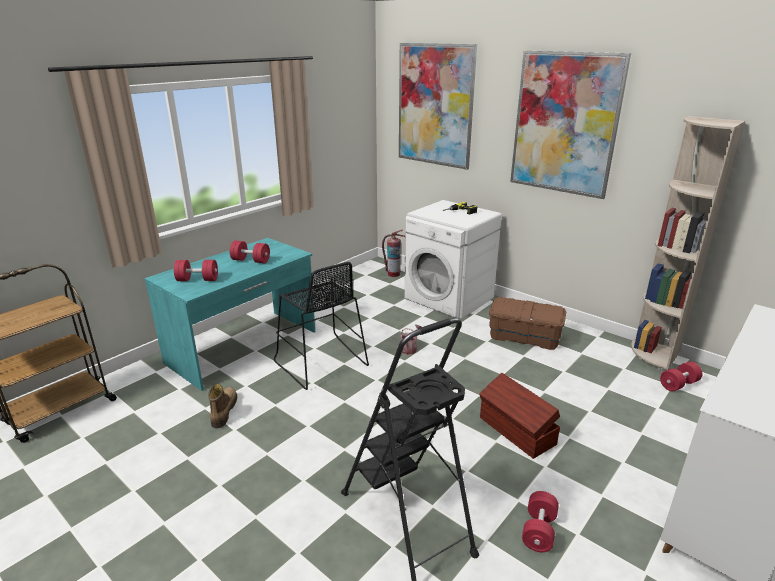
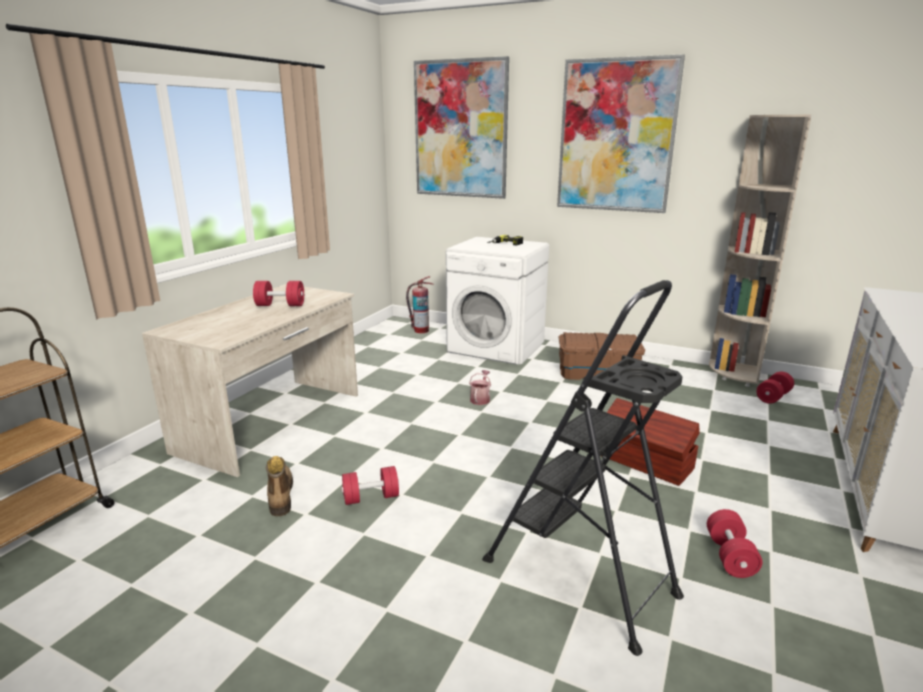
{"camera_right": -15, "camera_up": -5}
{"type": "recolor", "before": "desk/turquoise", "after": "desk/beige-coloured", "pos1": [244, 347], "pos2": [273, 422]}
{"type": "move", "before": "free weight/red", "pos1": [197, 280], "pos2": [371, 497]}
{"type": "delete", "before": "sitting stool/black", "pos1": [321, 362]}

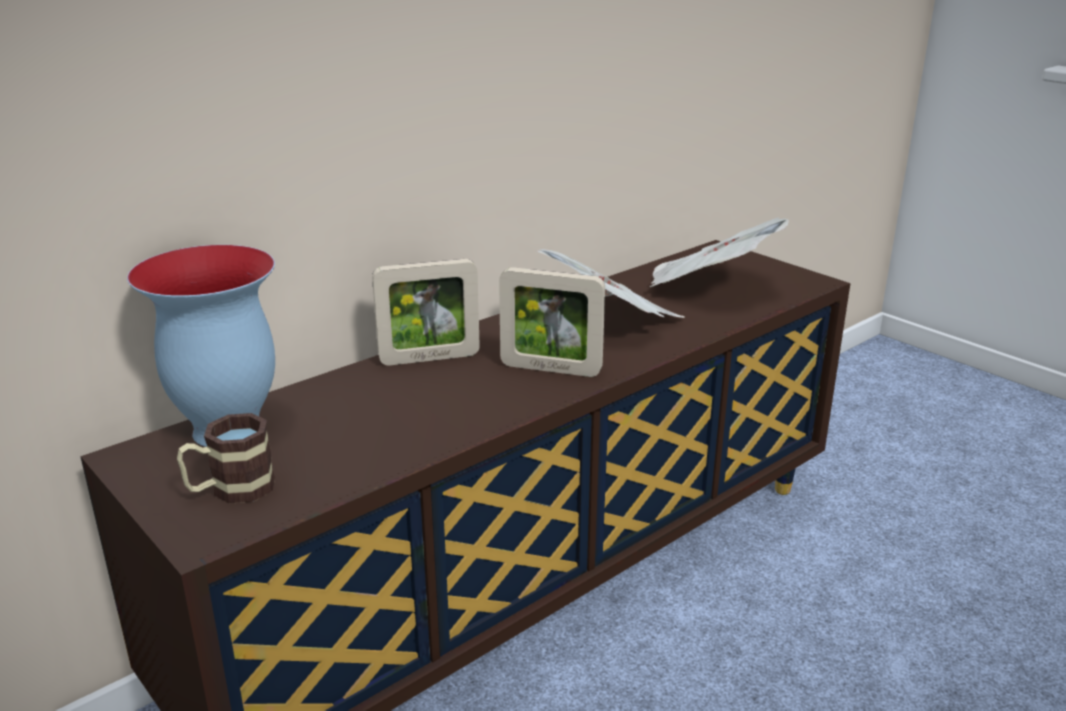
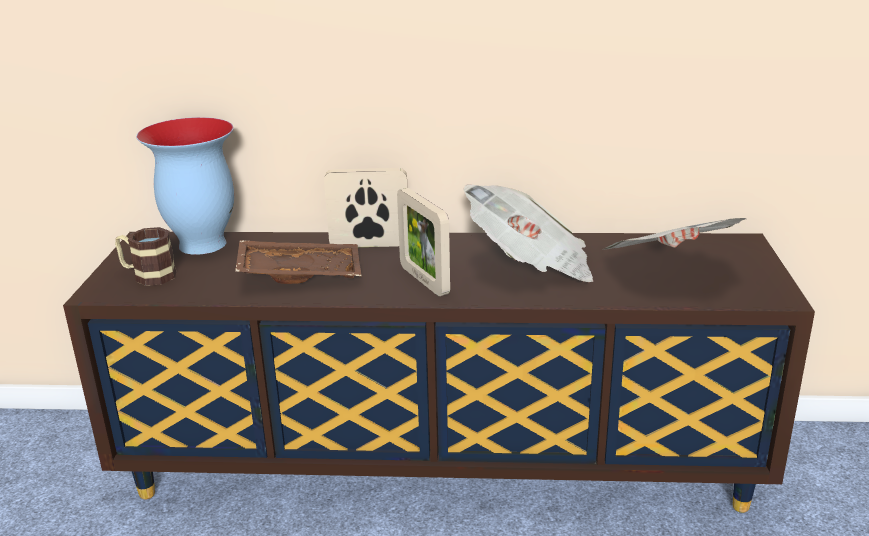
{"camera_right": 45, "camera_up": 0}
{"type": "rotate", "before": "standing frame", "pos1": [429, 358], "pos2": [369, 245], "turn": 150}
{"type": "insert", "after": "tray/brown", "pos2": [300, 273]}

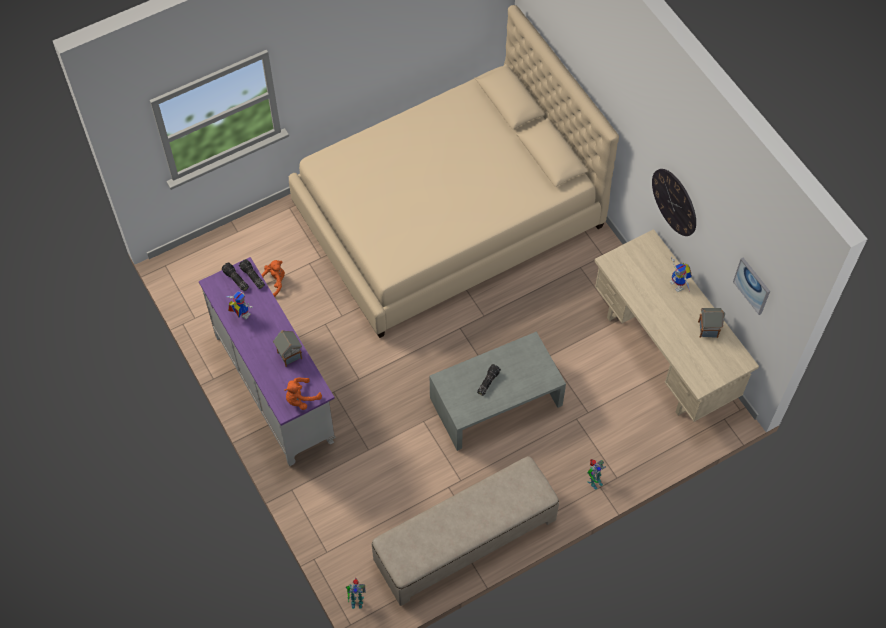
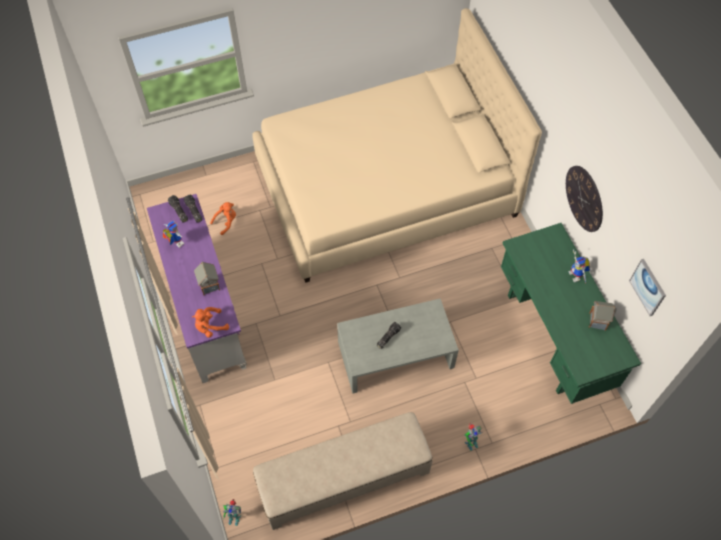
{"camera_right": 10, "camera_up": 0}
{"type": "recolor", "before": "desk/beige-coloured", "after": "desk/green", "pos1": [664, 354], "pos2": [553, 336]}

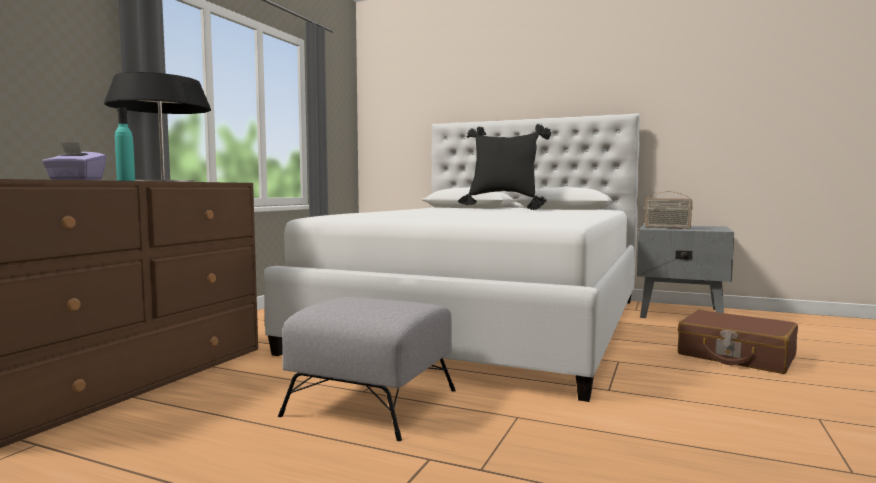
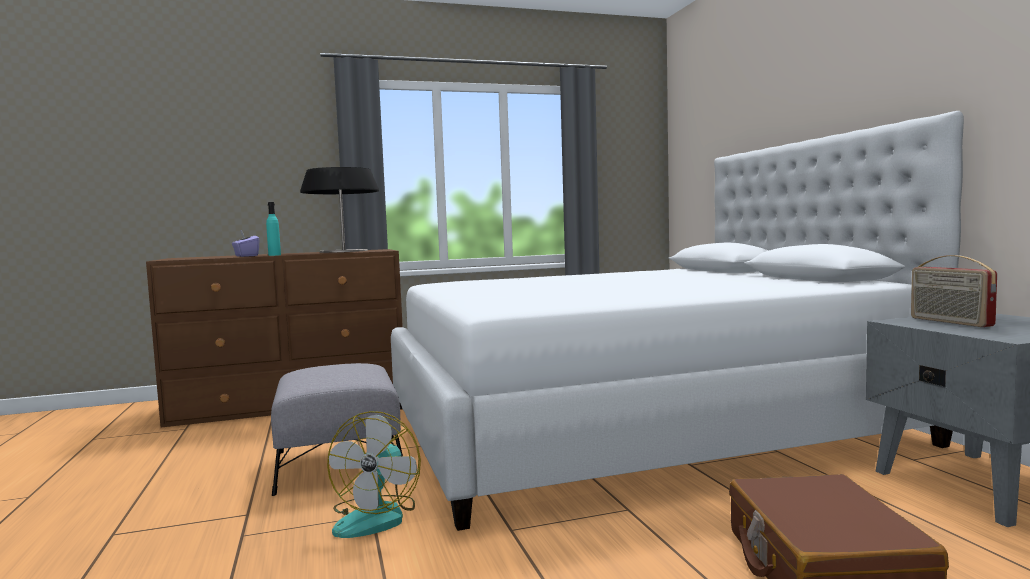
{"camera_right": 50, "camera_up": 0}
{"type": "delete", "before": "throw pillow/black", "pos1": [504, 209]}
{"type": "insert", "after": "fan", "pos2": [377, 516]}

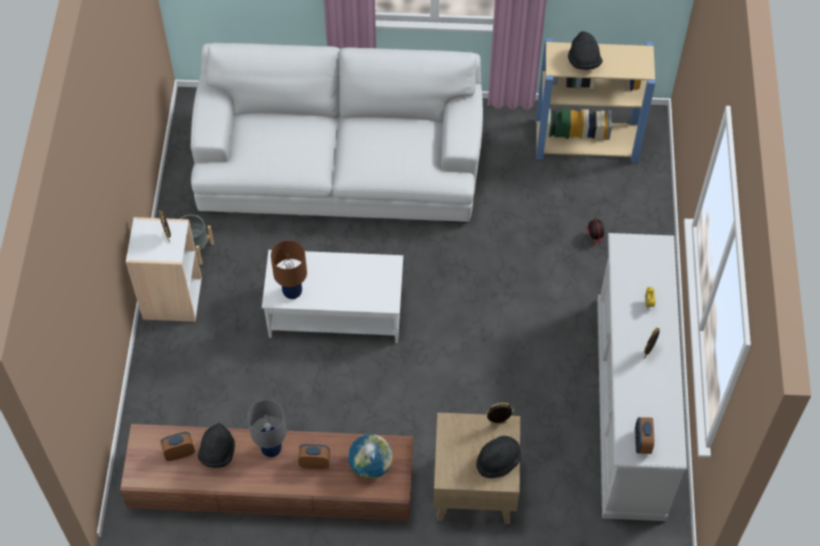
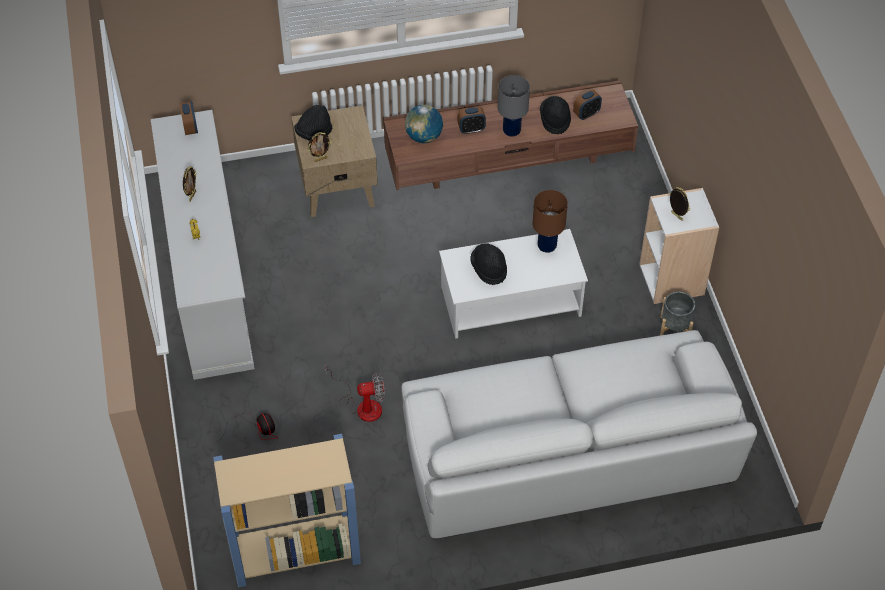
{"camera_right": 165, "camera_up": -5}
{"type": "move", "before": "hat/black", "pos1": [584, 61], "pos2": [489, 269]}
{"type": "insert", "after": "fan", "pos2": [362, 405]}

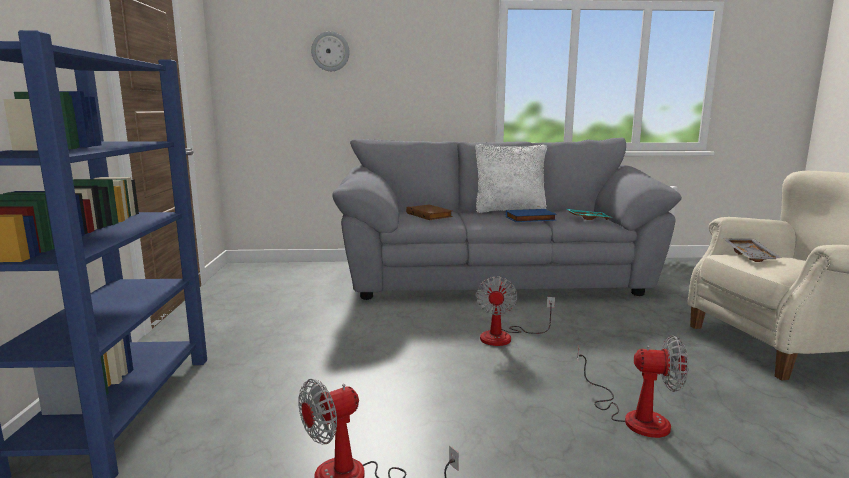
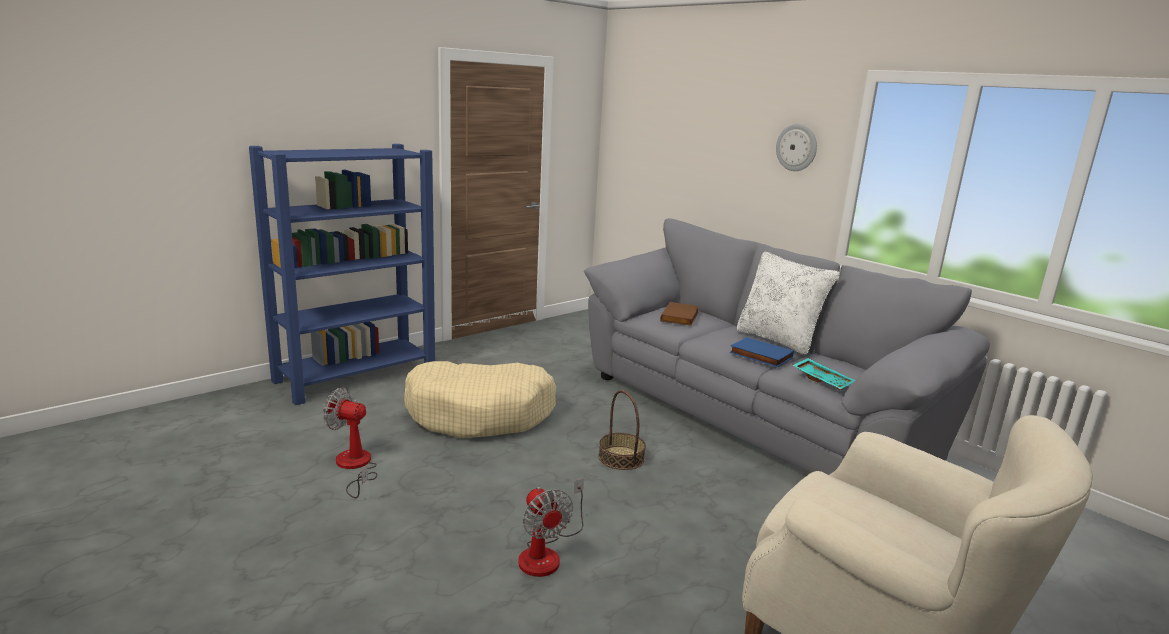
{"camera_right": 50, "camera_up": 5}
{"type": "move", "before": "hanging clock", "pos1": [330, 51], "pos2": [796, 147]}
{"type": "delete", "before": "tray/gray", "pos1": [751, 255]}
{"type": "replace", "before": "fan", "after": "household basket", "pos1": [505, 337], "pos2": [621, 458]}
{"type": "insert", "after": "pet bed/beige-coloured", "pos2": [480, 414]}

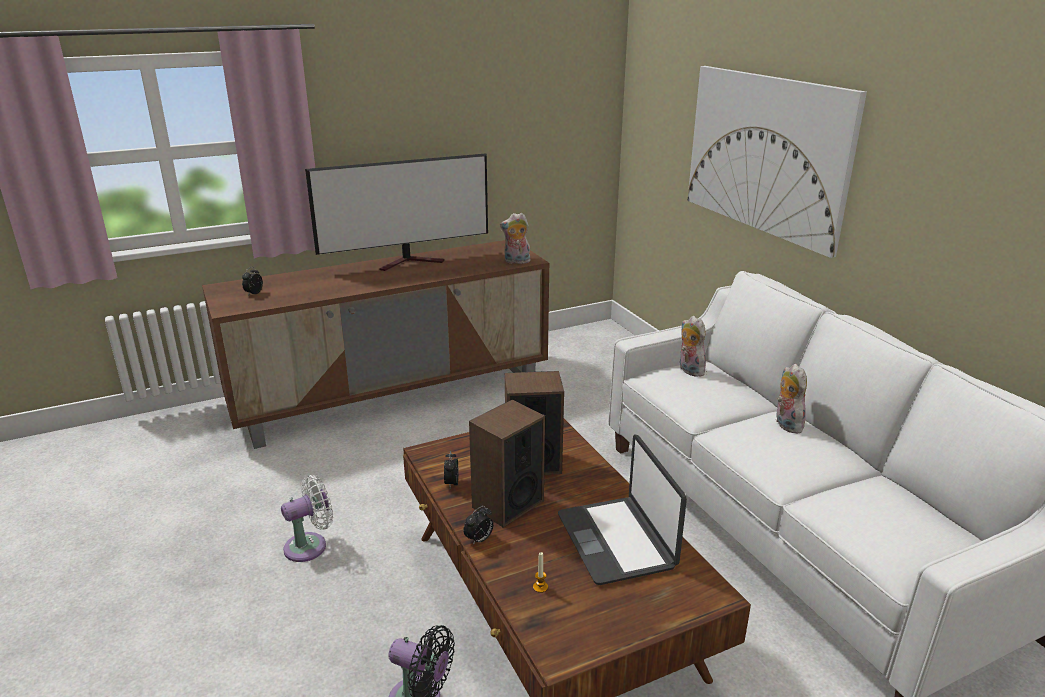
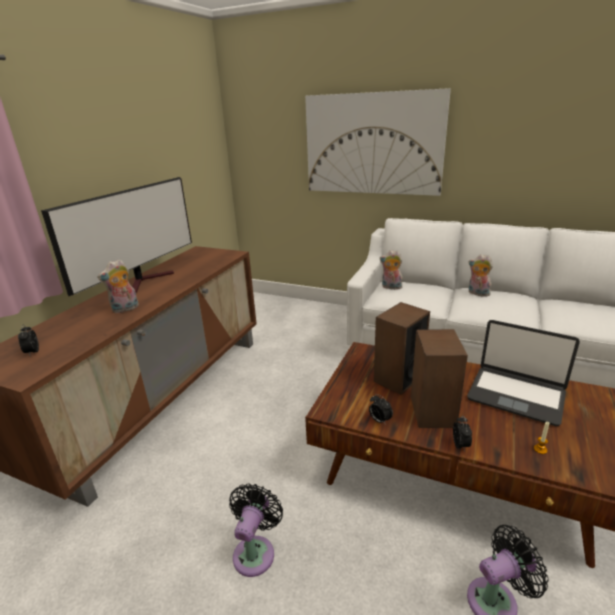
{"camera_right": -40, "camera_up": 0}
{"type": "move", "before": "cuddly toy", "pos1": [516, 262], "pos2": [125, 309]}
{"type": "recolor", "before": "fan/white", "after": "fan/black", "pos1": [310, 546], "pos2": [255, 551]}

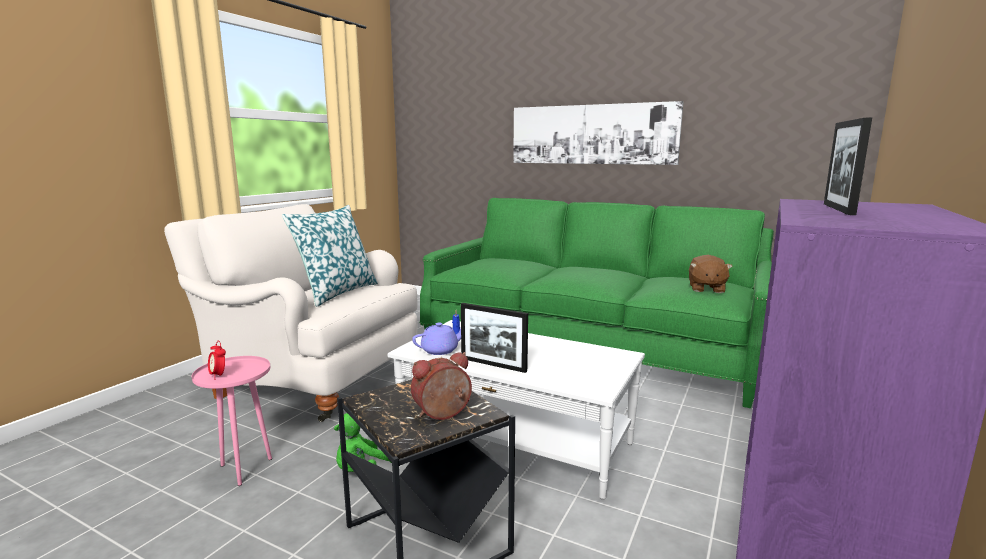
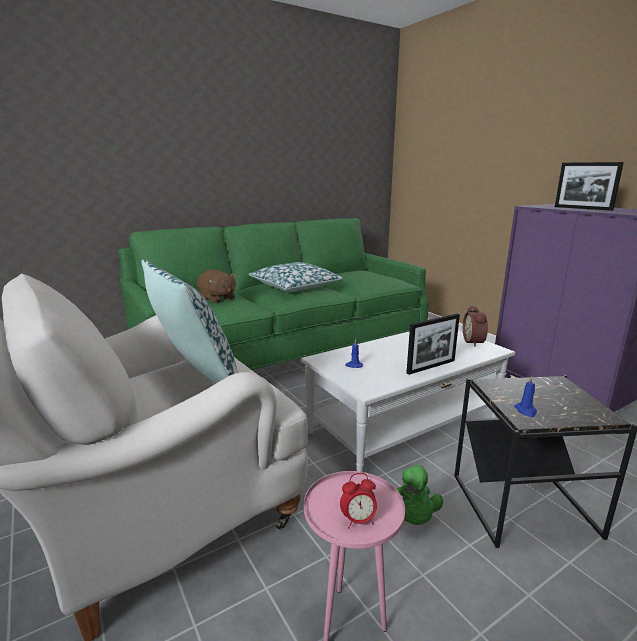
{"camera_right": -60, "camera_up": 5}
{"type": "delete", "before": "picture", "pos1": [592, 134]}
{"type": "move", "before": "cuddly toy/brown", "pos1": [706, 289], "pos2": [217, 299]}
{"type": "delete", "before": "pot for tea/purple-coloured", "pos1": [440, 350]}
{"type": "move", "before": "bedside clock", "pos1": [443, 415], "pos2": [475, 342]}
{"type": "insert", "after": "throw pillow", "pos2": [295, 287]}
{"type": "insert", "after": "wax light/blue", "pos2": [526, 411]}

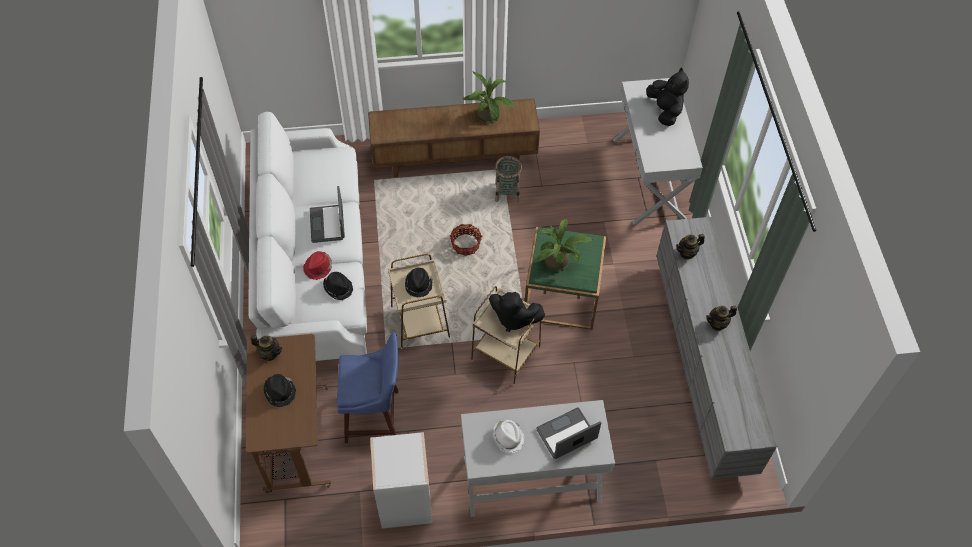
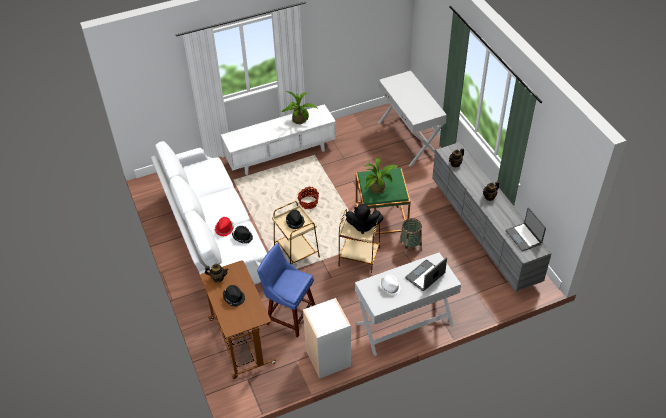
{"camera_right": -15, "camera_up": -10}
{"type": "delete", "before": "cuddly toy/black", "pos1": [665, 110]}
{"type": "recolor", "before": "media console/brown", "after": "media console/white", "pos1": [455, 154], "pos2": [281, 153]}
{"type": "move", "before": "household basket", "pos1": [507, 192], "pos2": [410, 245]}
{"type": "move", "before": "notebook computer", "pos1": [328, 224], "pos2": [524, 237]}
{"type": "rotate", "before": "chair/blue", "pos1": [376, 416], "pos2": [289, 315], "turn": -135}

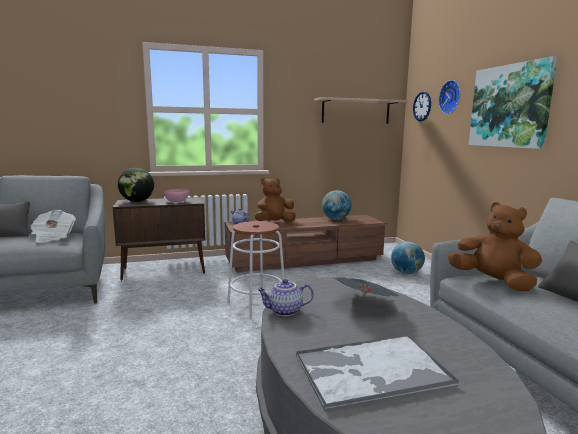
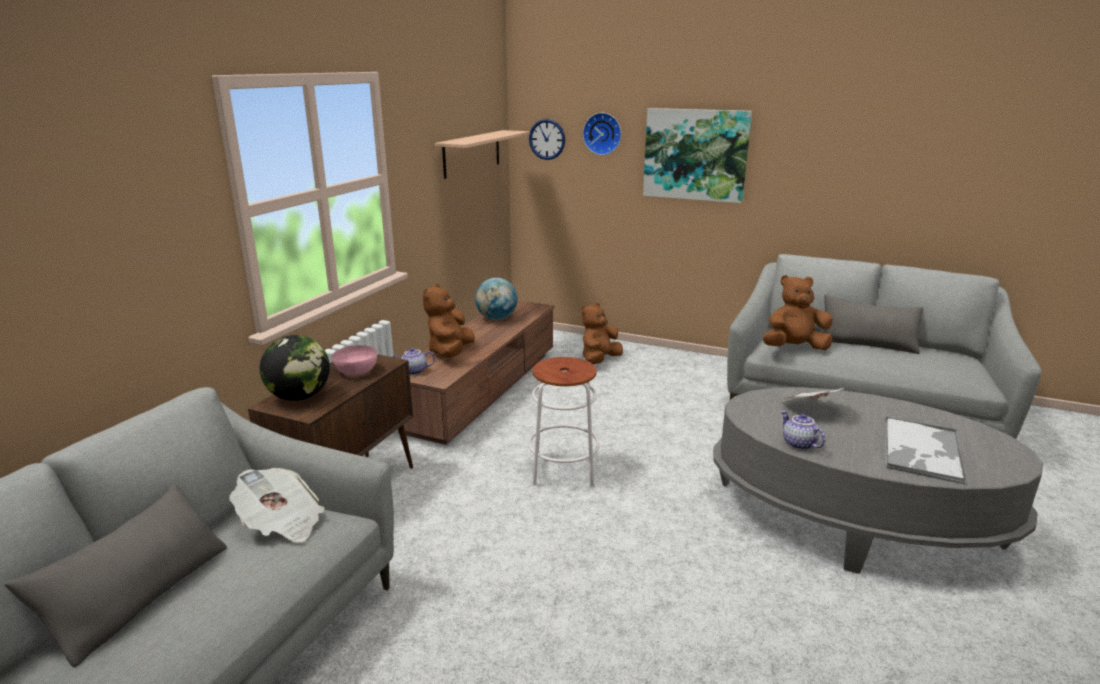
{"camera_right": -50, "camera_up": 10}
{"type": "replace", "before": "desk globe", "after": "cuddly toy/brown", "pos1": [406, 273], "pos2": [599, 360]}
{"type": "rotate", "before": "pot for tea", "pos1": [285, 311], "pos2": [798, 444], "turn": 120}

